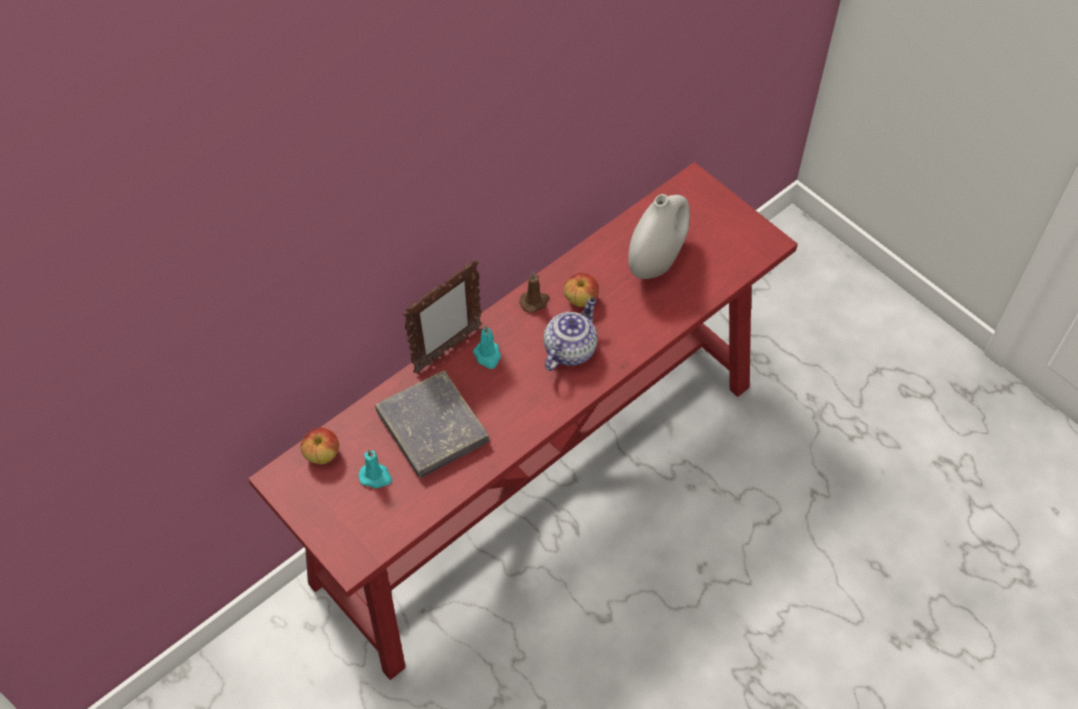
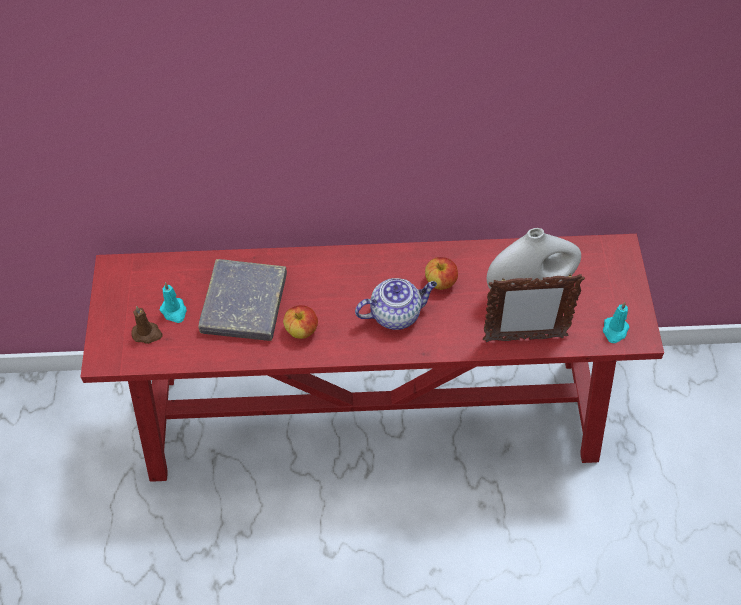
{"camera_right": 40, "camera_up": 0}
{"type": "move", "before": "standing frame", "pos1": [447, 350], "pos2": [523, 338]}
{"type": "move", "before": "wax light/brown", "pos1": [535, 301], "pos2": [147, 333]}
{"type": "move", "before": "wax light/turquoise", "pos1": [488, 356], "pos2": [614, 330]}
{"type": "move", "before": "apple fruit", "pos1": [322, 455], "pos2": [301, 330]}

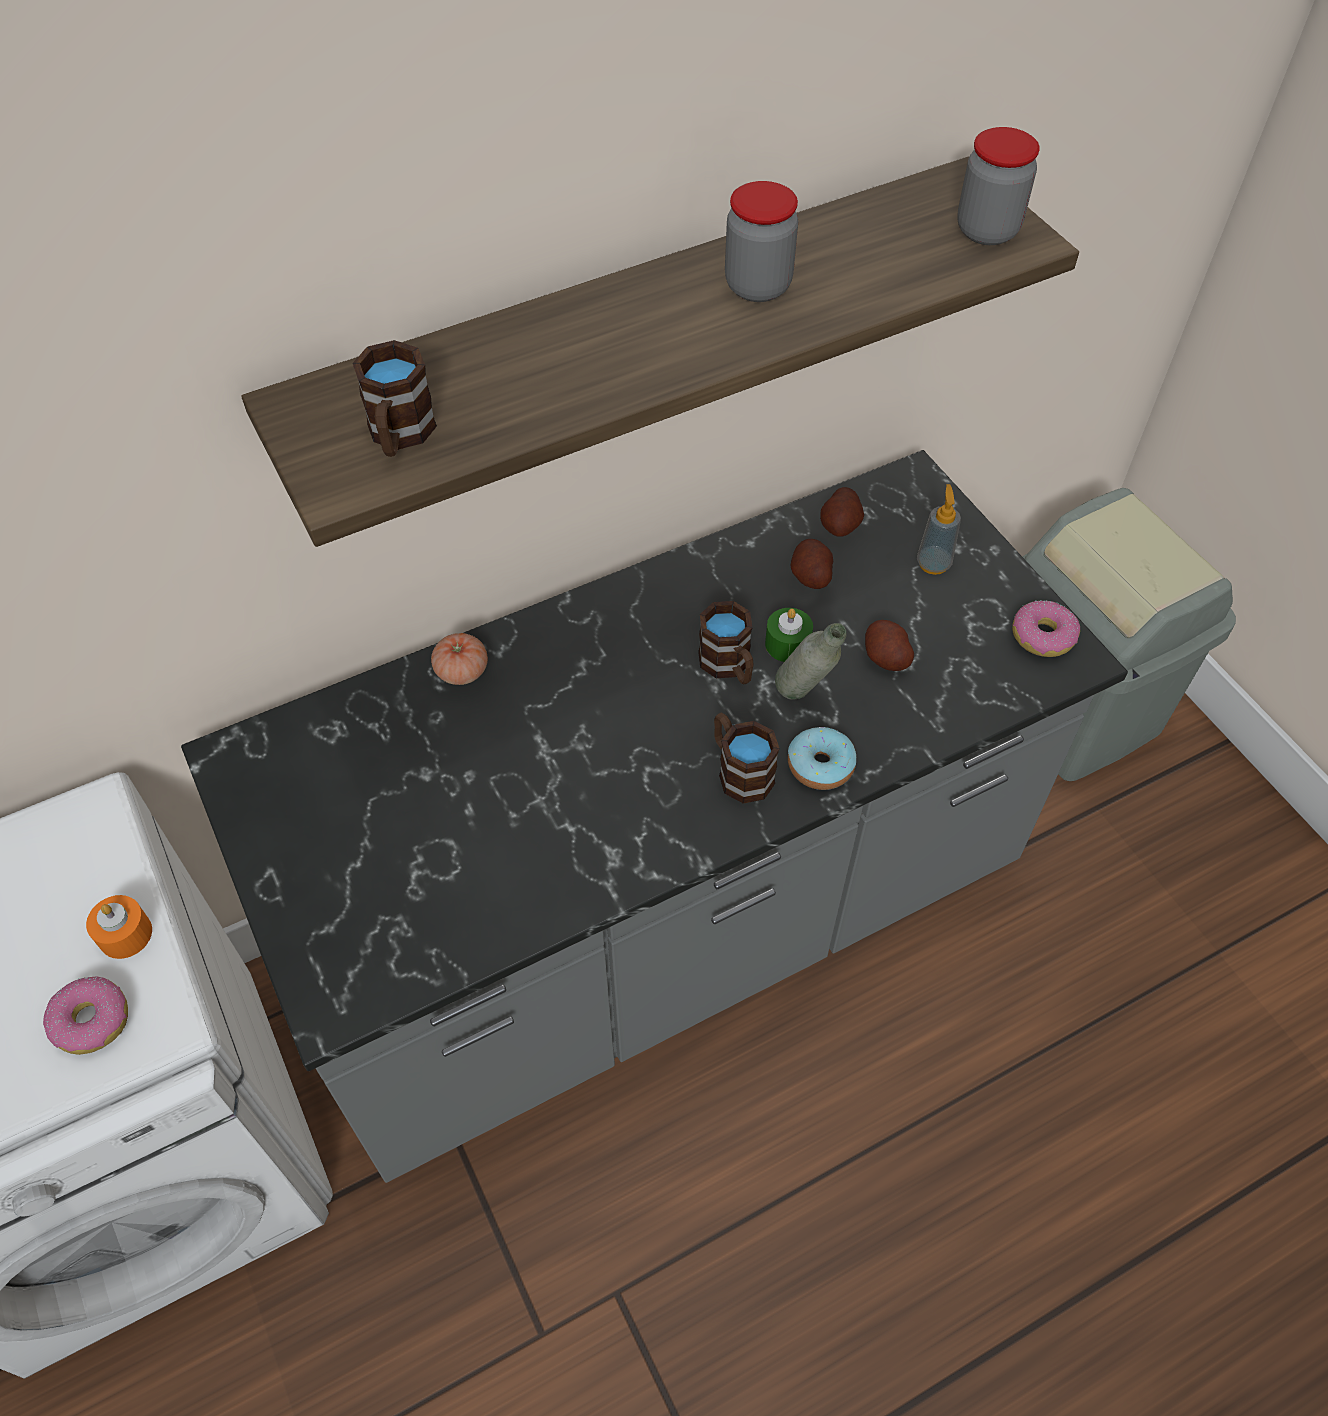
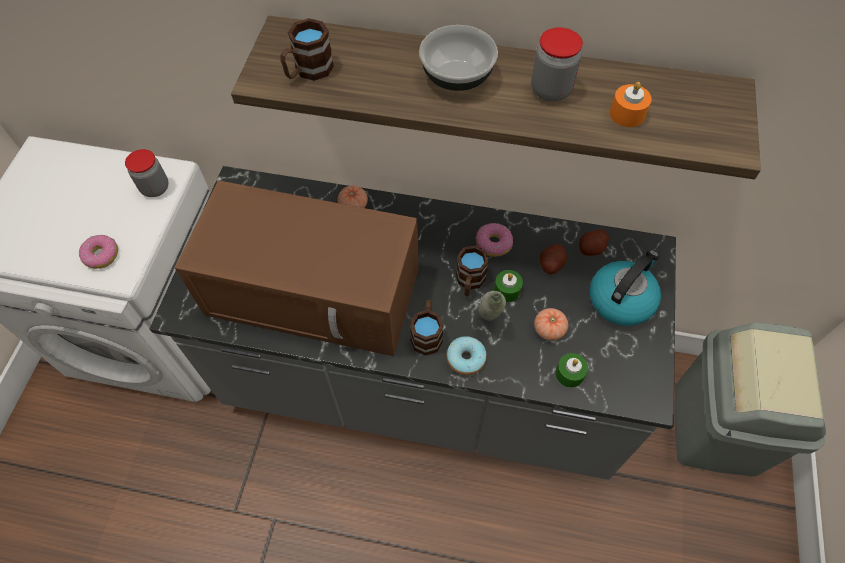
{"camera_right": 40, "camera_up": 5}
{"type": "move", "before": "storage jar", "pos1": [987, 230], "pos2": [155, 188]}
{"type": "replace", "before": "soap dispenser", "after": "kettle", "pos1": [933, 563], "pos2": [621, 299]}
{"type": "move", "before": "ring doughnut", "pos1": [1042, 636], "pos2": [493, 243]}
{"type": "replace", "before": "potato", "after": "whole tomato", "pos1": [886, 657], "pos2": [549, 329]}
{"type": "move", "before": "wax light/orangey", "pos1": [125, 934], "pos2": [627, 114]}
{"type": "insert", "after": "deep dish", "pos2": [457, 78]}
{"type": "insert", "after": "microwave/brown", "pos2": [316, 291]}
{"type": "insert", "after": "wax light/green", "pos2": [569, 374]}

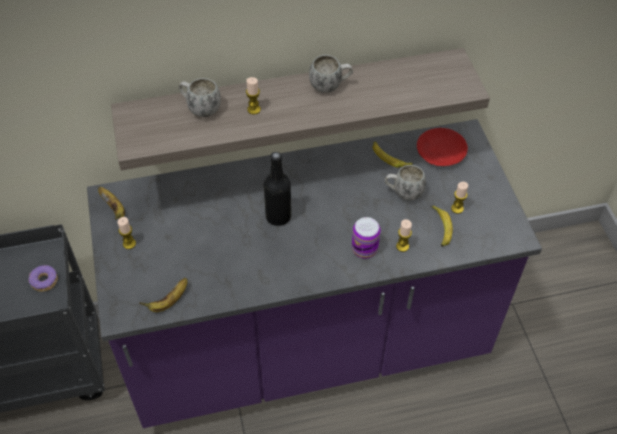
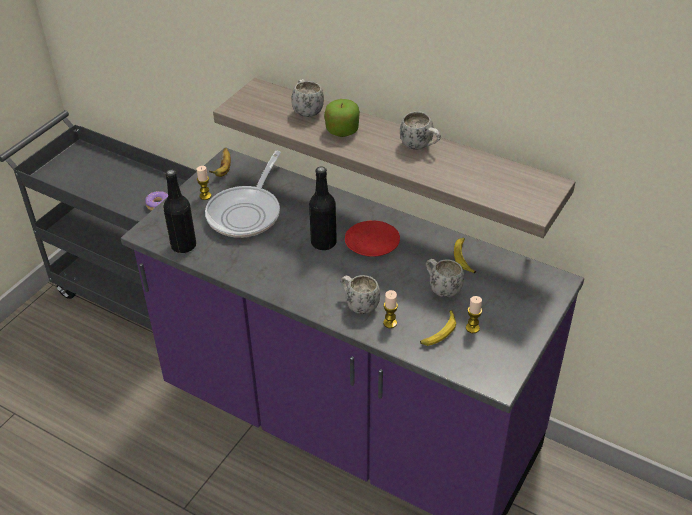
{"camera_right": 45, "camera_up": -10}
{"type": "replace", "before": "wax light", "after": "apple fruit", "pos1": [254, 109], "pos2": [342, 130]}
{"type": "move", "before": "dinner plate/red", "pos1": [440, 152], "pos2": [371, 244]}
{"type": "replace", "before": "metal can", "after": "mug/white", "pos1": [364, 249], "pos2": [358, 305]}
{"type": "replace", "before": "banana", "after": "bottle/black", "pos1": [169, 302], "pos2": [183, 245]}
{"type": "insert", "after": "frying pan", "pos2": [247, 212]}

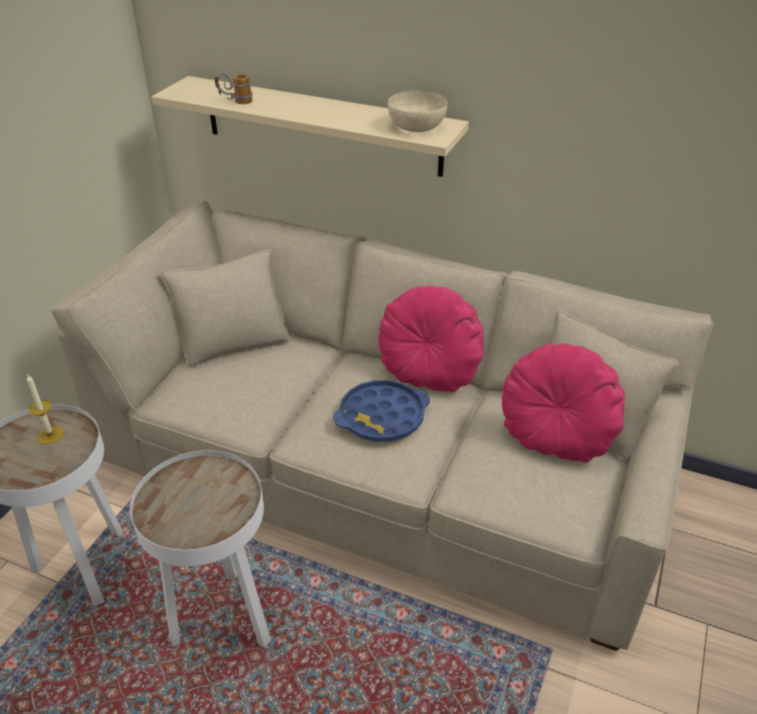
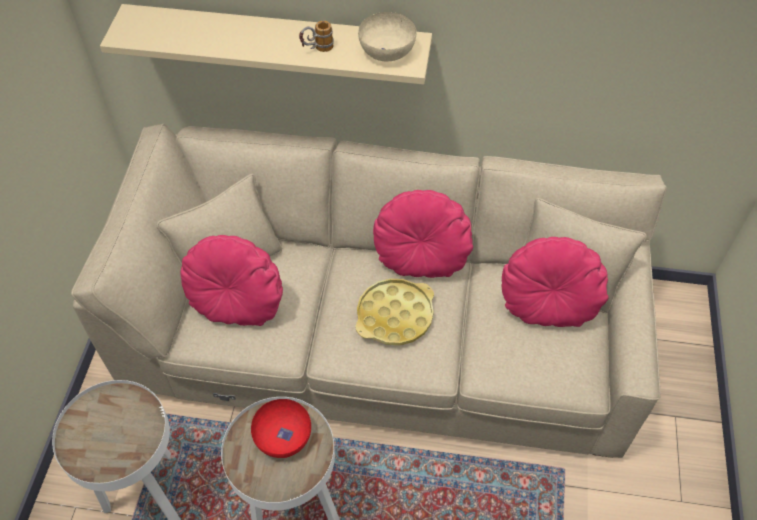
{"camera_right": -15, "camera_up": 15}
{"type": "move", "before": "mug", "pos1": [235, 102], "pos2": [317, 49]}
{"type": "delete", "before": "wax light", "pos1": [50, 435]}
{"type": "recolor", "before": "tray/blue", "after": "tray/yellow", "pos1": [382, 417], "pos2": [395, 316]}
{"type": "insert", "after": "throw pillow/pink", "pos2": [238, 307]}
{"type": "insert", "after": "deep dish/red", "pos2": [282, 437]}

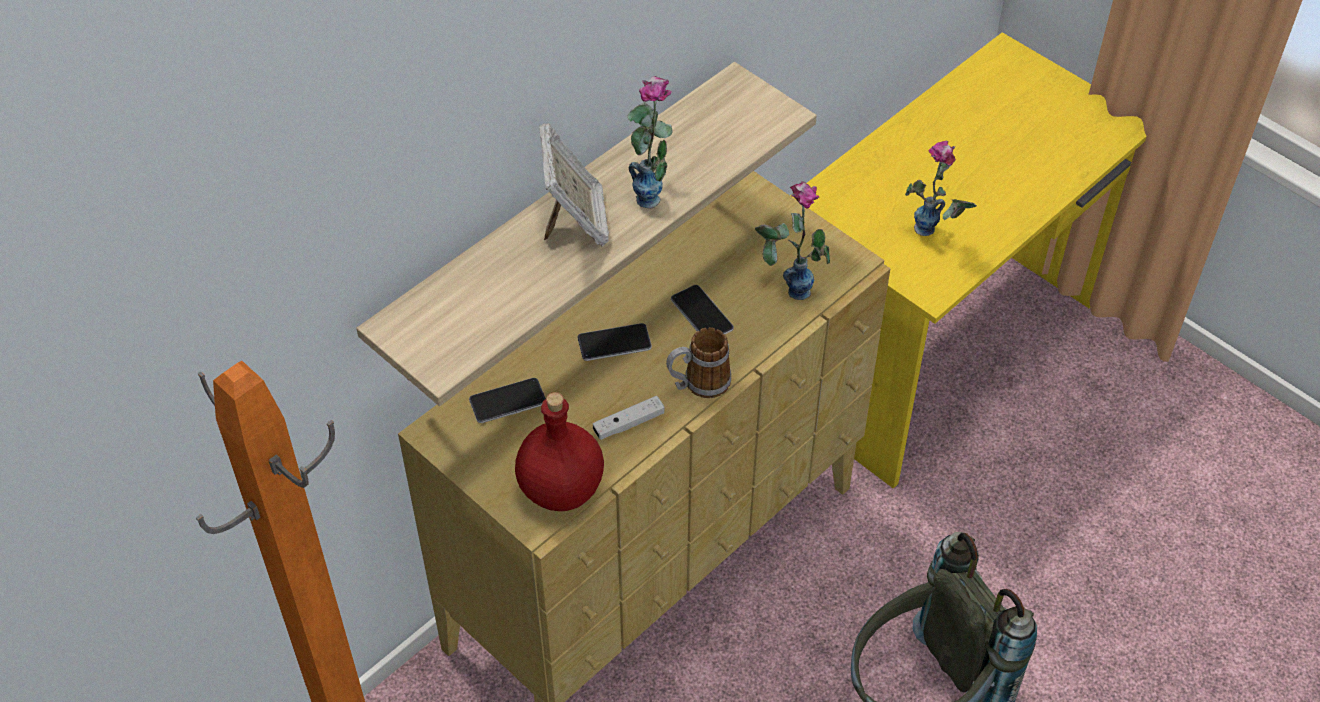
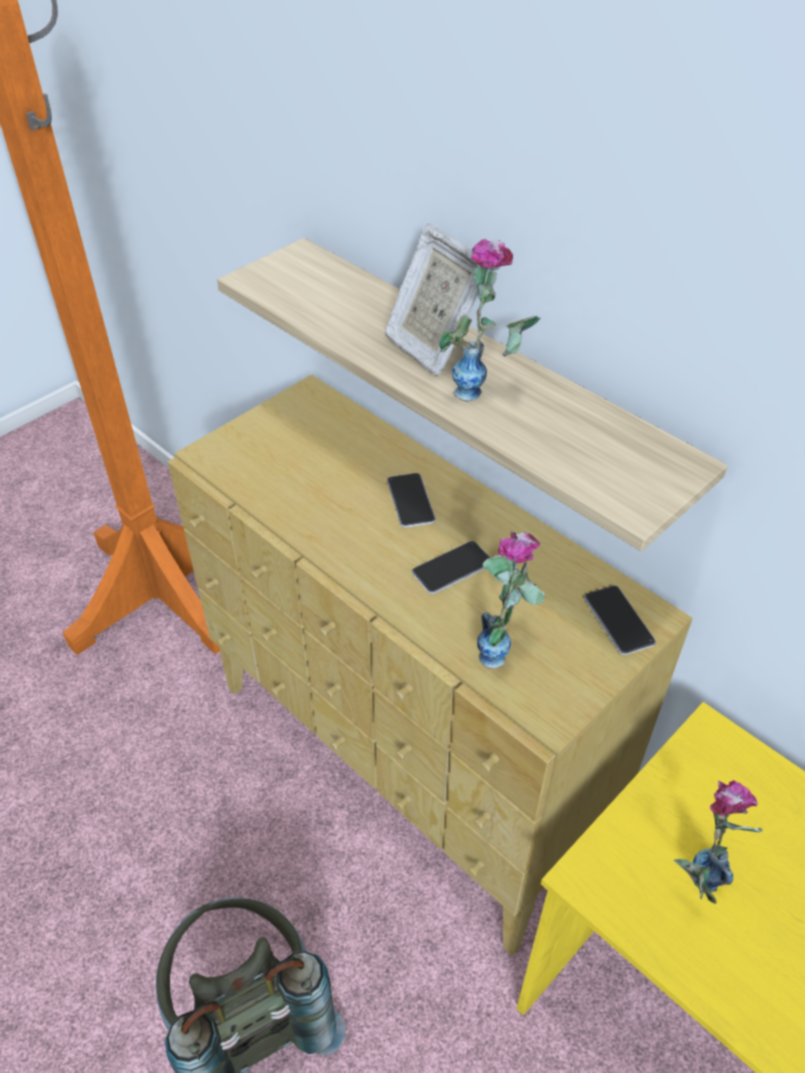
{"camera_right": 90, "camera_up": -5}
{"type": "rotate", "before": "standing frame", "pos1": [575, 222], "pos2": [431, 346], "turn": 60}
{"type": "delete", "before": "mug", "pos1": [698, 384]}
{"type": "move", "before": "phone", "pos1": [507, 401], "pos2": [618, 621]}
{"type": "delete", "before": "bottle/red", "pos1": [562, 490]}
{"type": "delete", "before": "joypad/white", "pos1": [628, 424]}

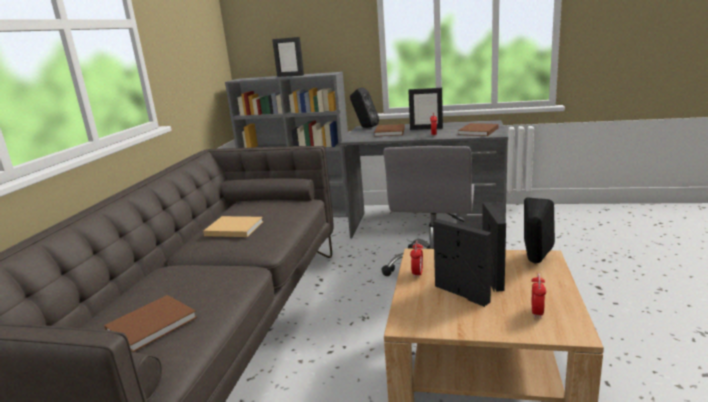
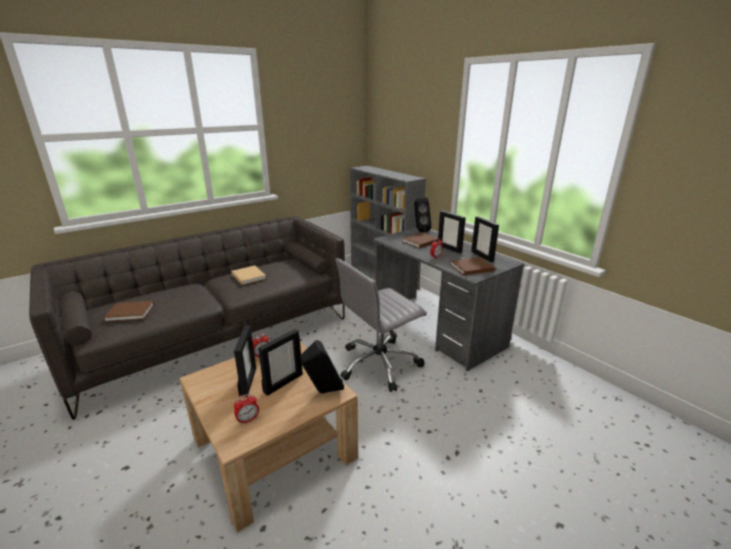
{"camera_right": 40, "camera_up": 5}
{"type": "move", "before": "standing frame", "pos1": [290, 75], "pos2": [482, 256]}

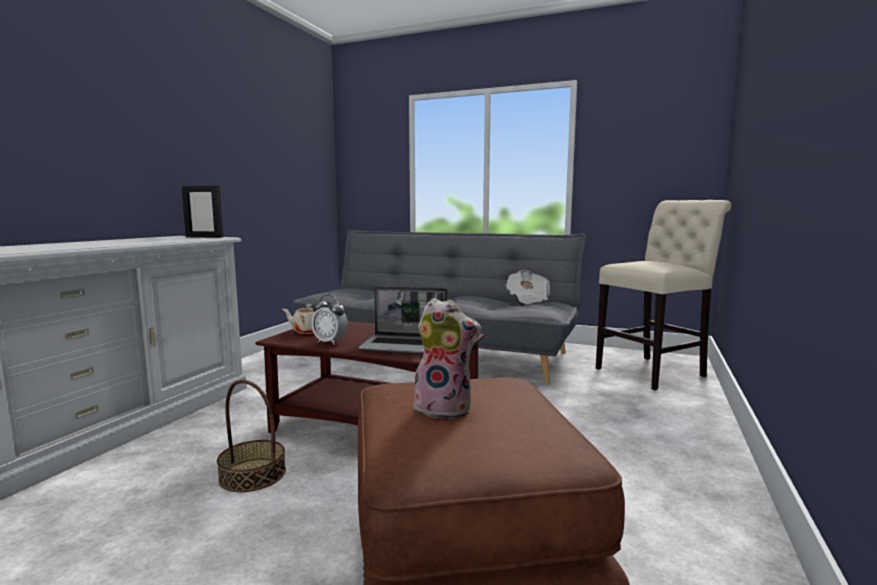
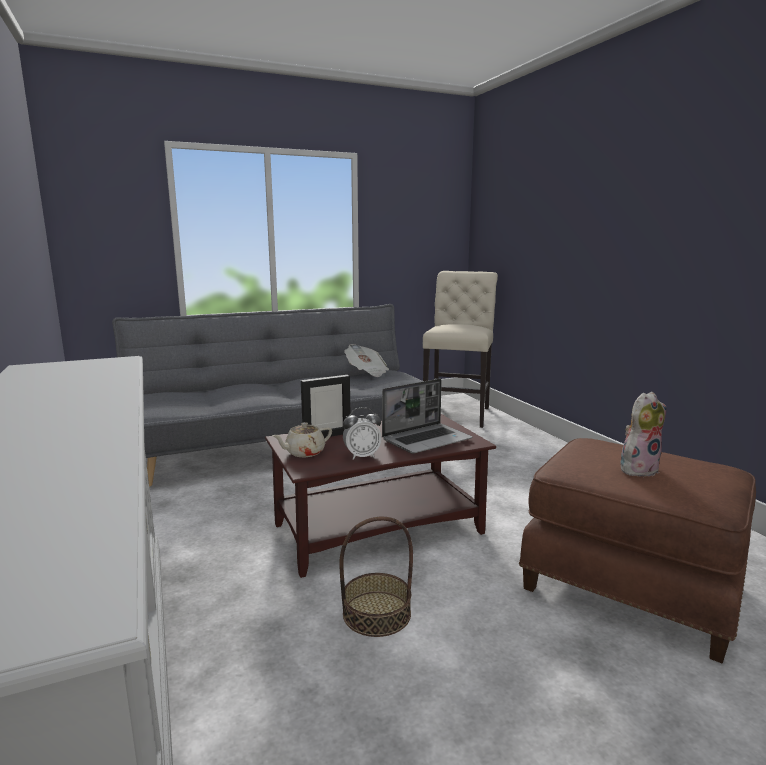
{"camera_right": -45, "camera_up": 5}
{"type": "move", "before": "standing frame", "pos1": [205, 237], "pos2": [326, 435]}

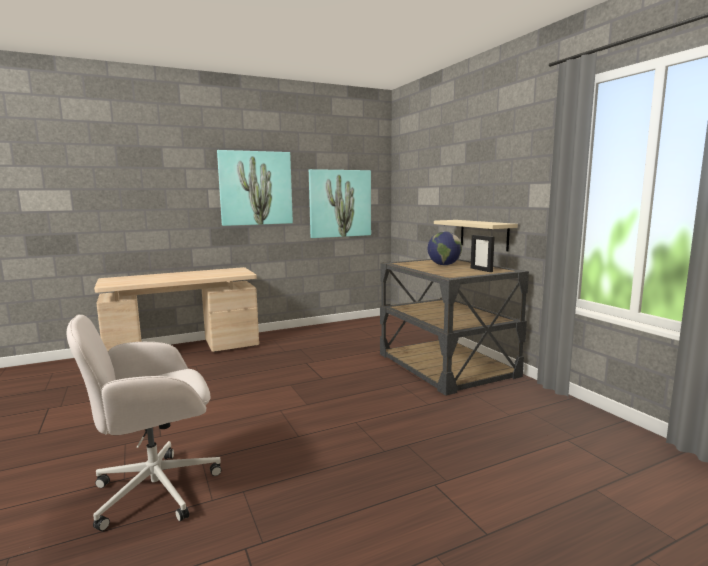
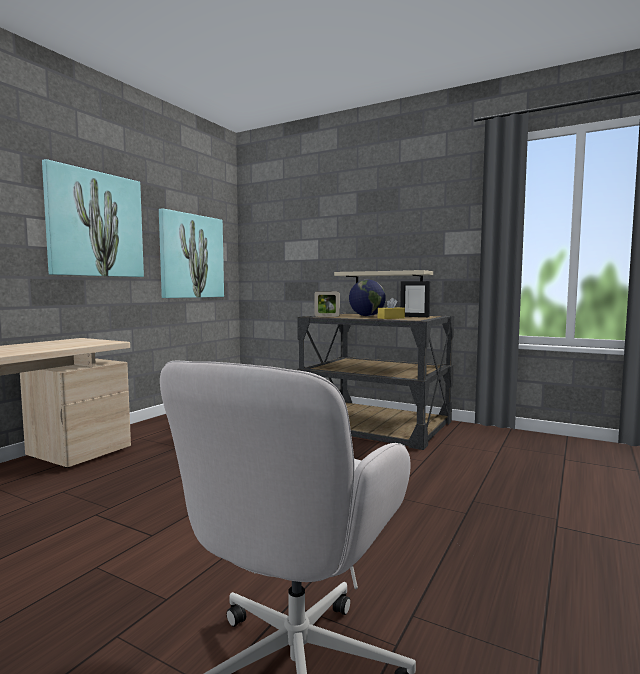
{"camera_right": -35, "camera_up": -5}
{"type": "insert", "after": "standing frame", "pos2": [327, 316]}
{"type": "insert", "after": "tissue holder/yellow", "pos2": [391, 318]}

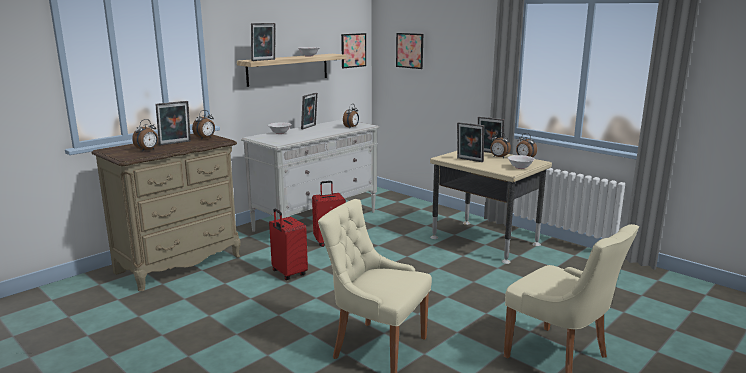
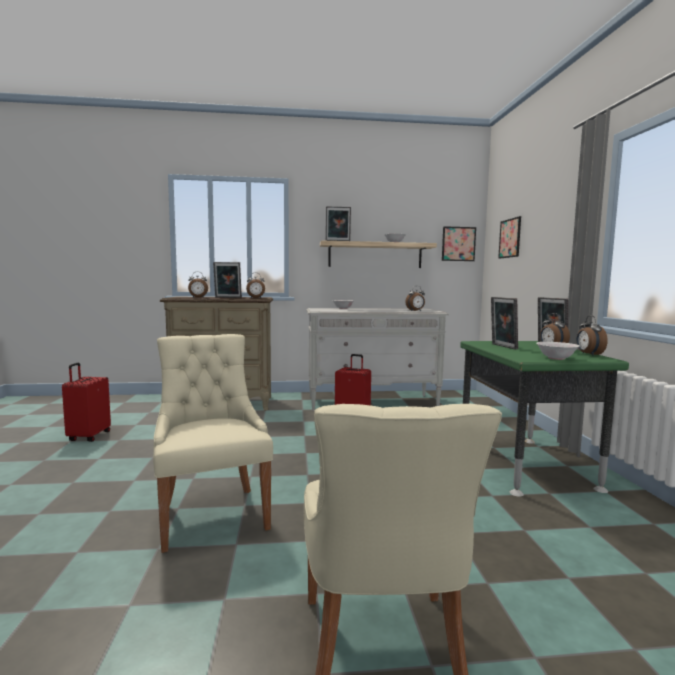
{"camera_right": 40, "camera_up": -10}
{"type": "delete", "before": "standing frame", "pos1": [309, 127]}
{"type": "recolor", "before": "desk/beige-coloured", "after": "desk/green", "pos1": [485, 240], "pos2": [525, 464]}
{"type": "move", "before": "piece of luggage/red", "pos1": [288, 273], "pos2": [88, 436]}

